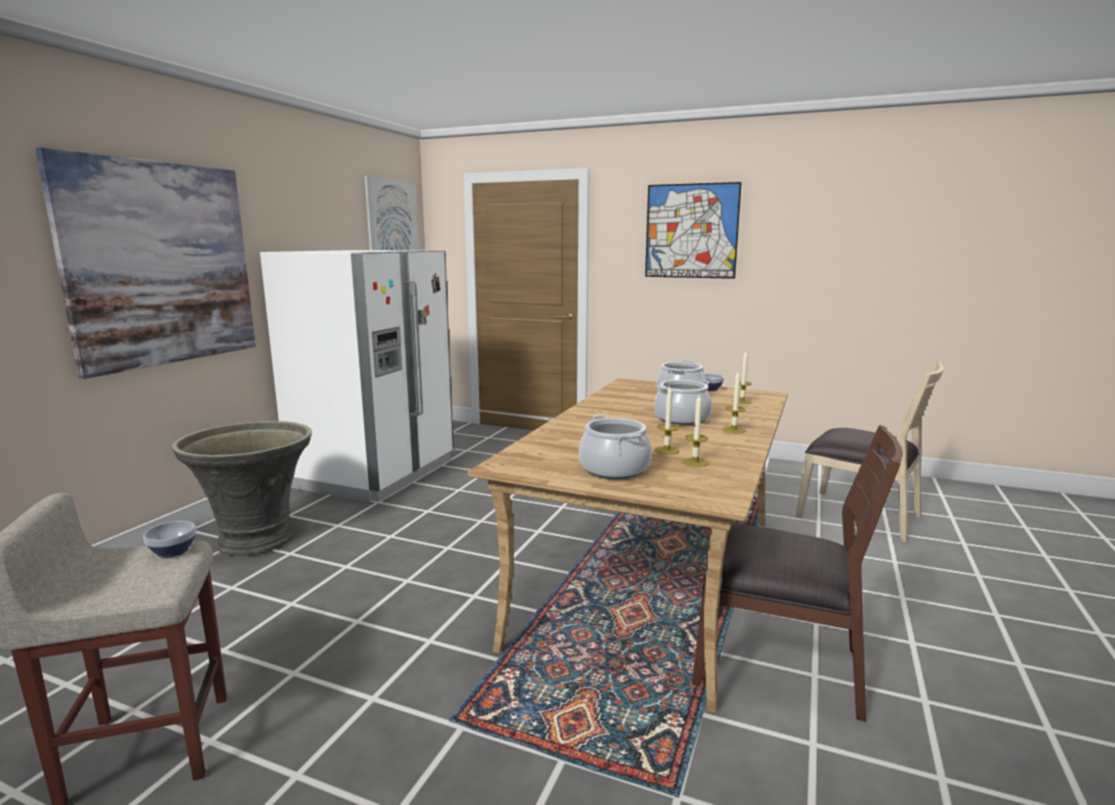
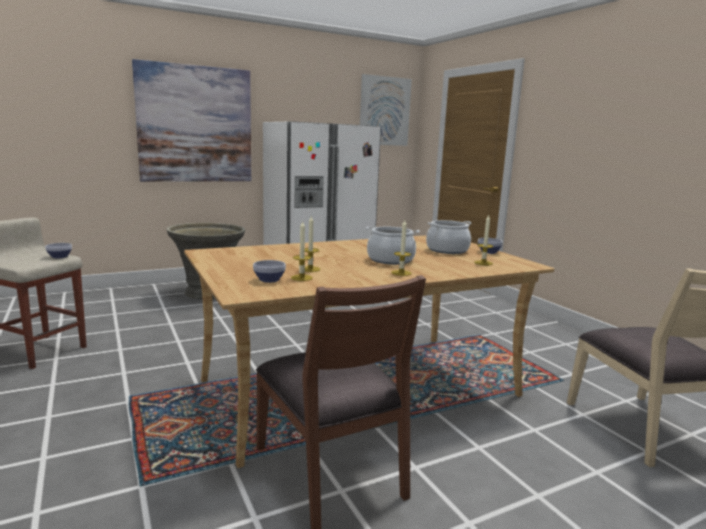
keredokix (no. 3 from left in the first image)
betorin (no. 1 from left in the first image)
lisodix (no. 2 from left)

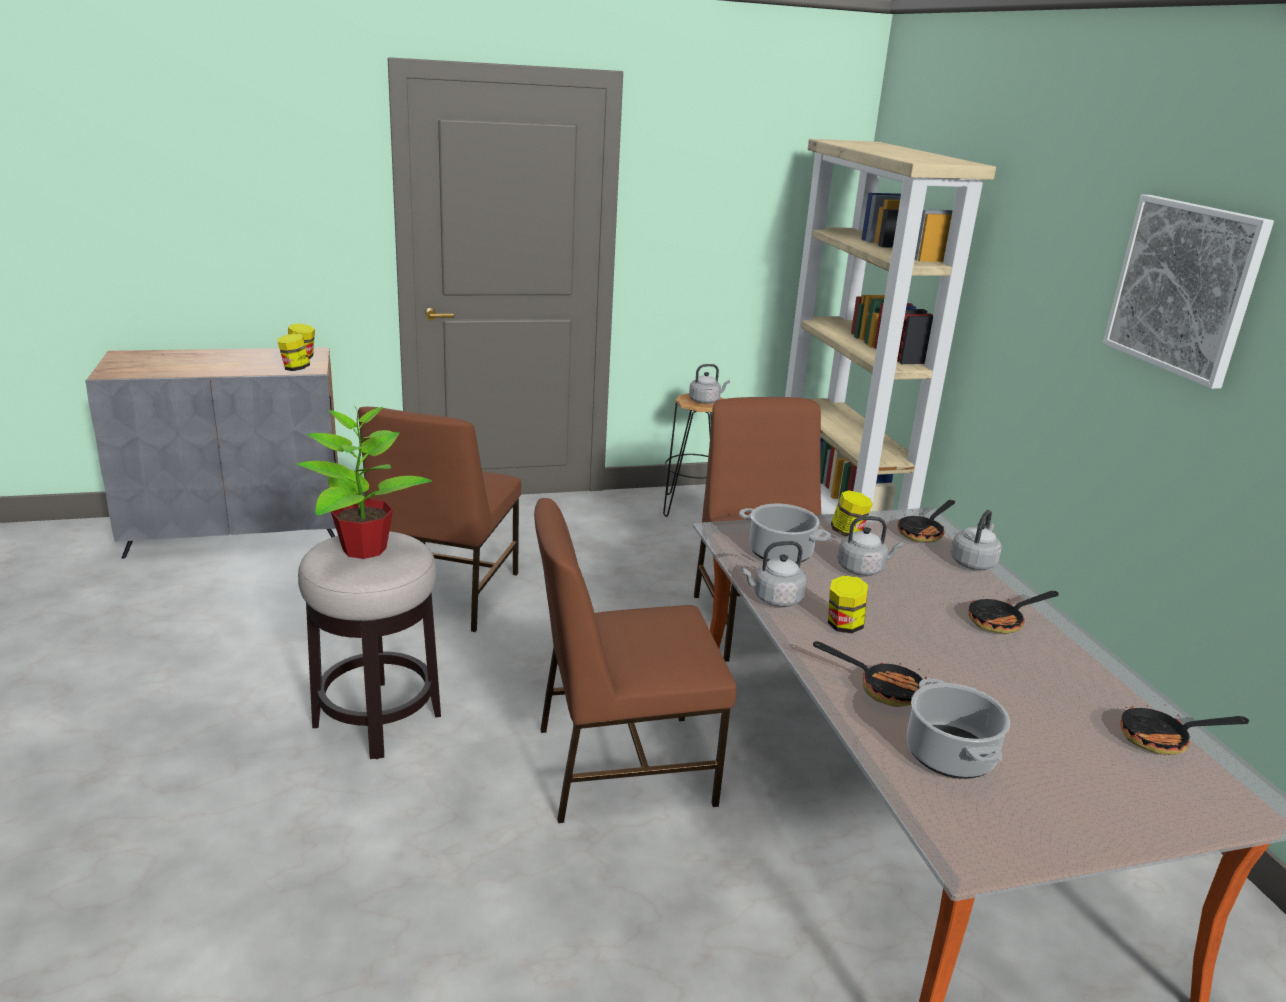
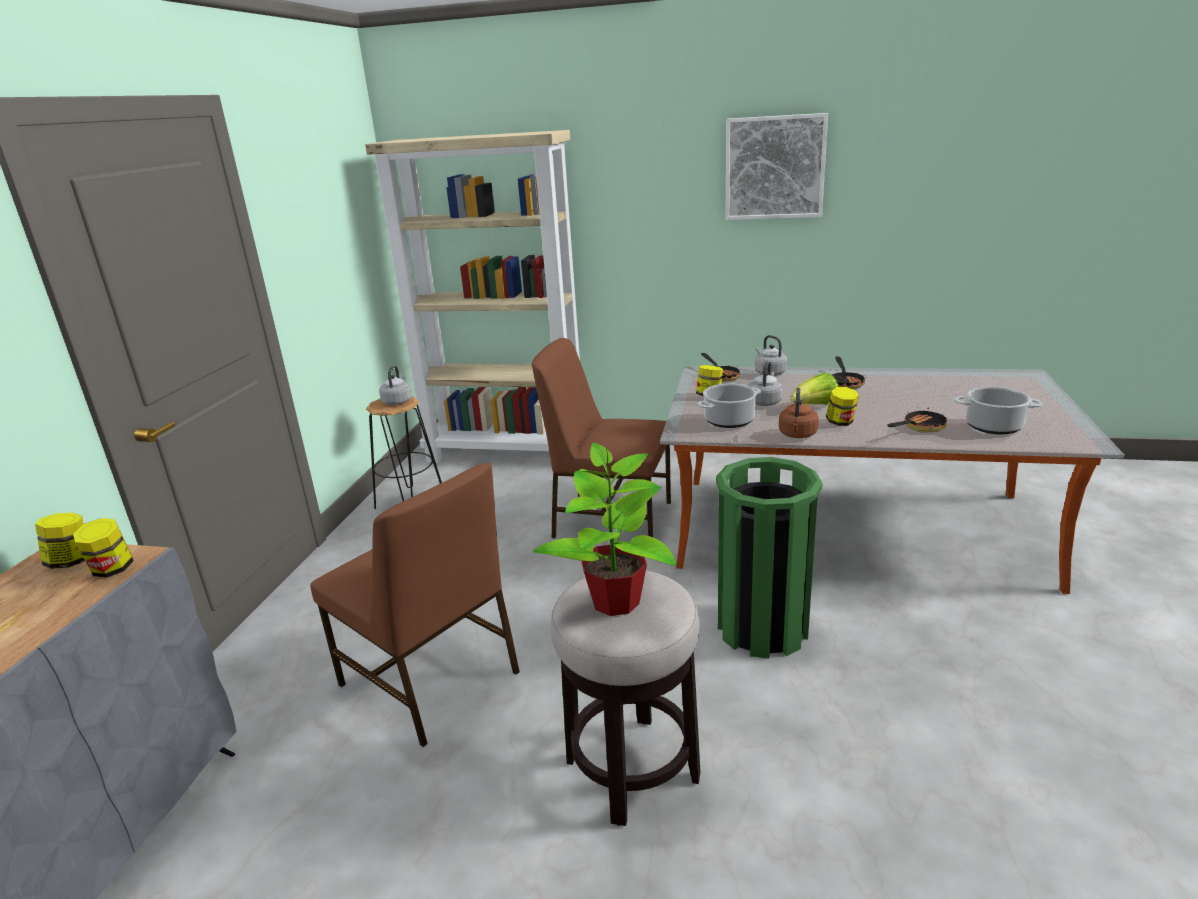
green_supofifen
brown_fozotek
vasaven (no. 4 from left in the first image)
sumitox

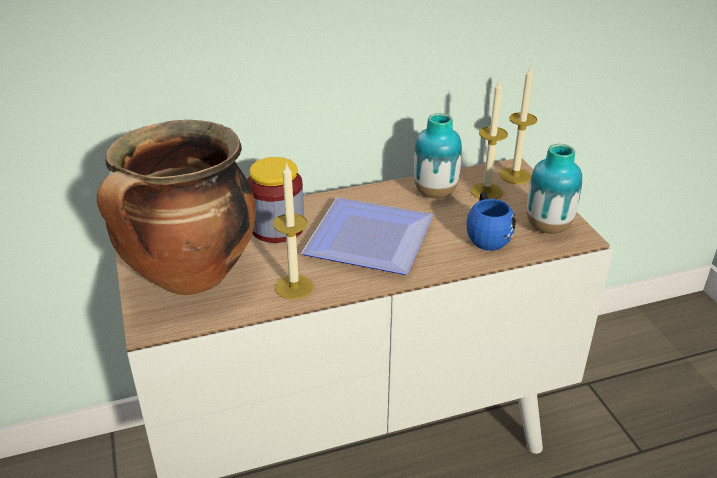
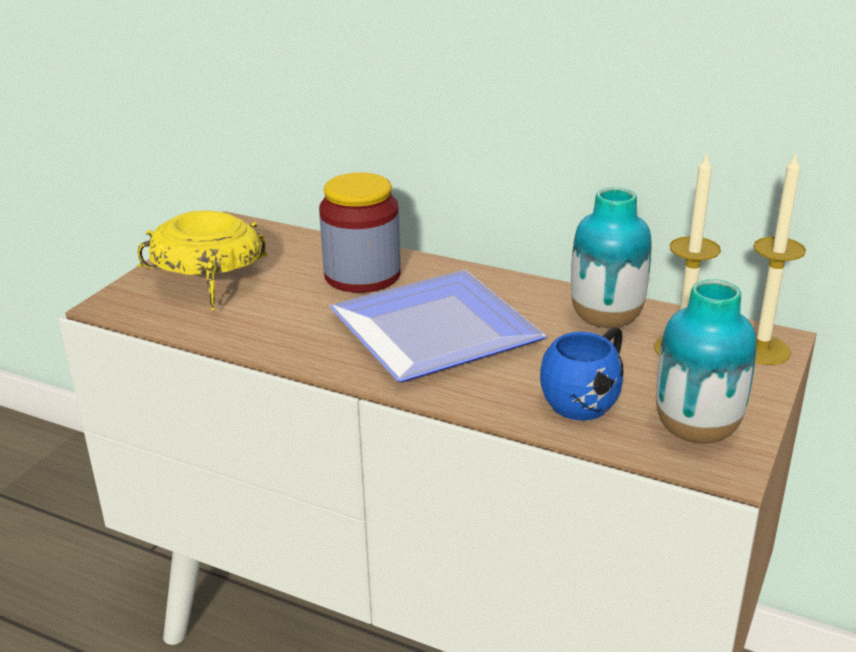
yellow_lisodix
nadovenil (no. 1 from left in the first image)

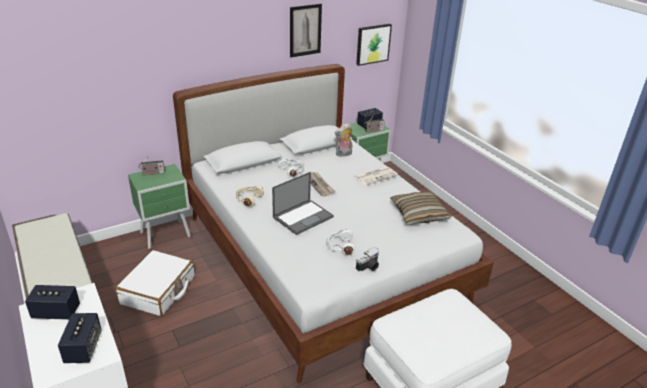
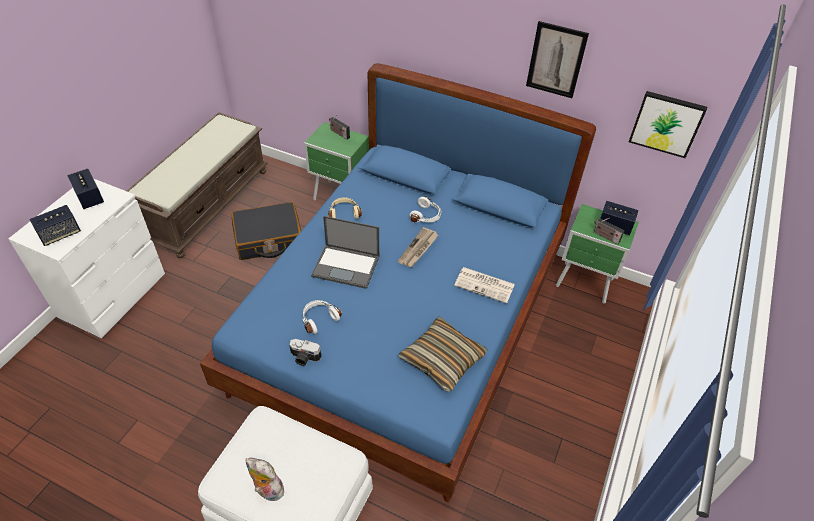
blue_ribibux
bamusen
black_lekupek

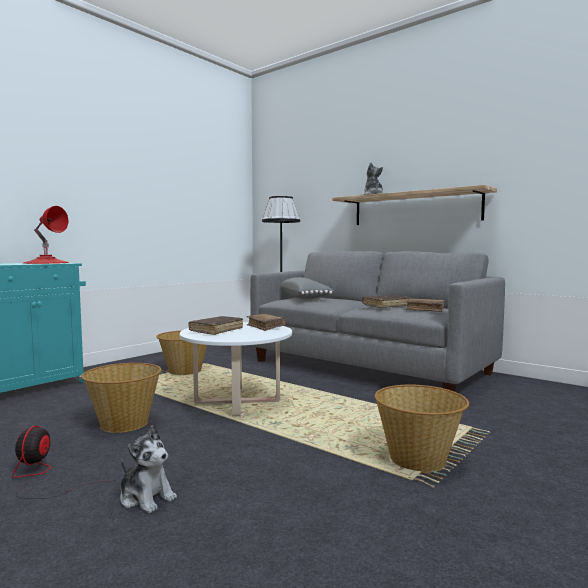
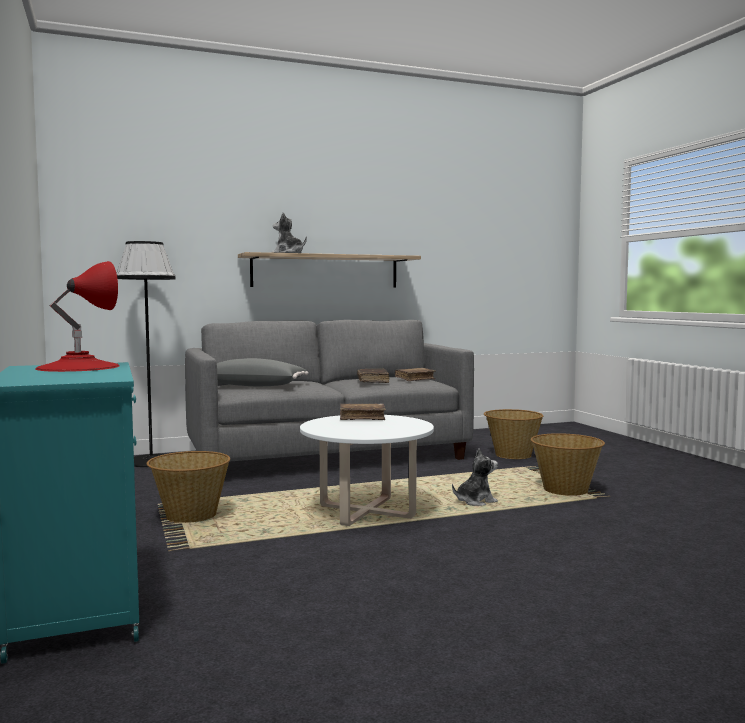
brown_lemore (no. 1 from left in the first image)
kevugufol (no. 2 from left)
bamusen (no. 2 from left)
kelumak

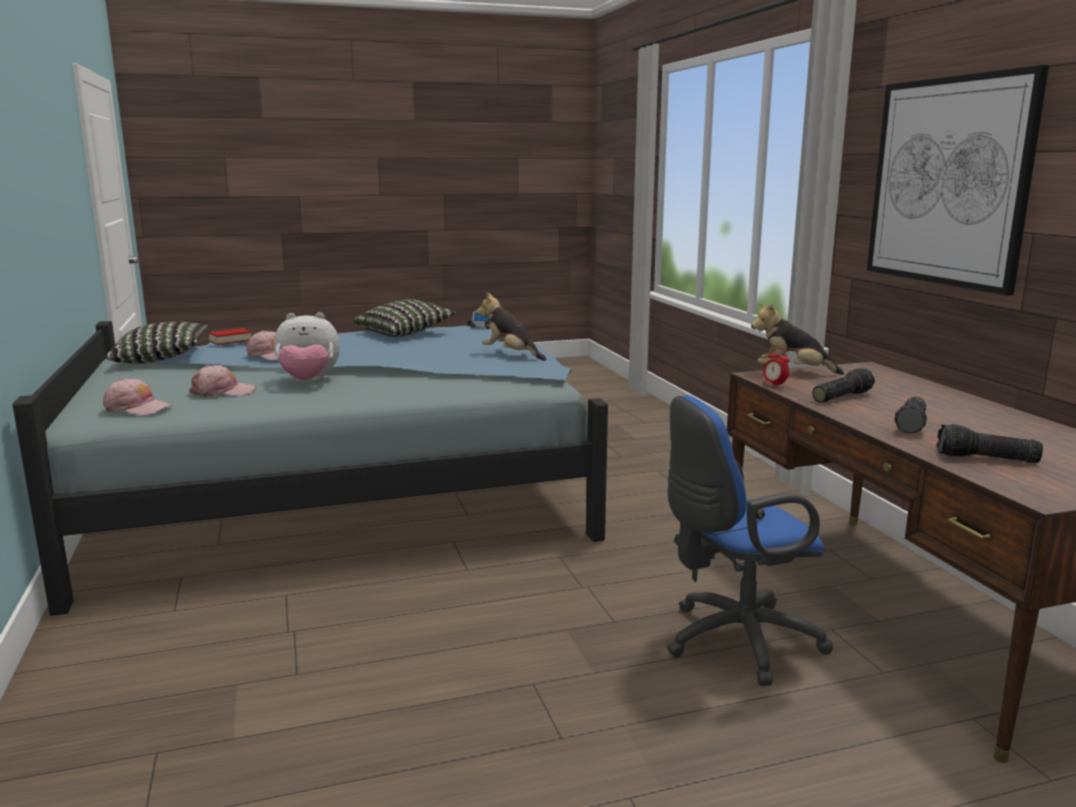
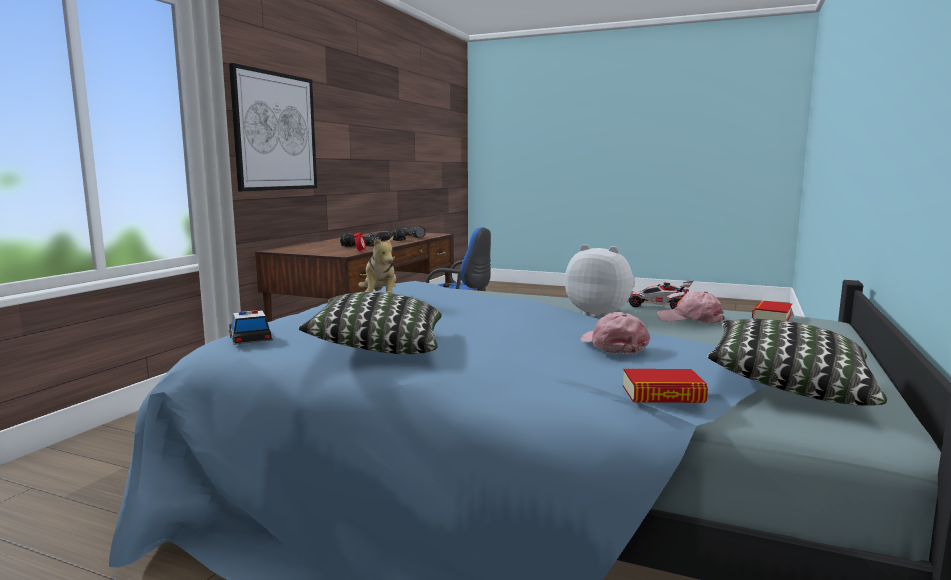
bamusen (no. 3 from left in the first image)
lemore (no. 2 from left)
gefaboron (no. 2 from left)

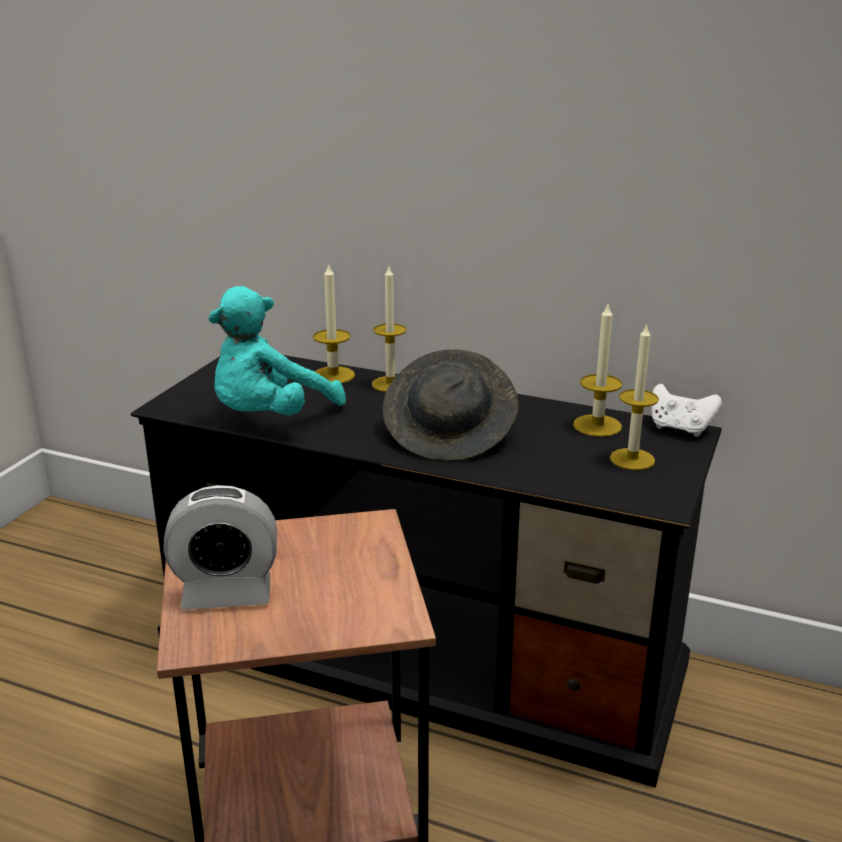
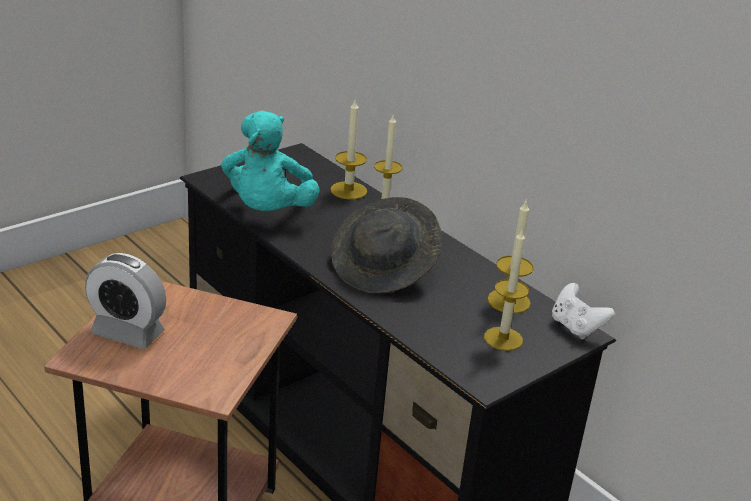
turquoise_bamusen

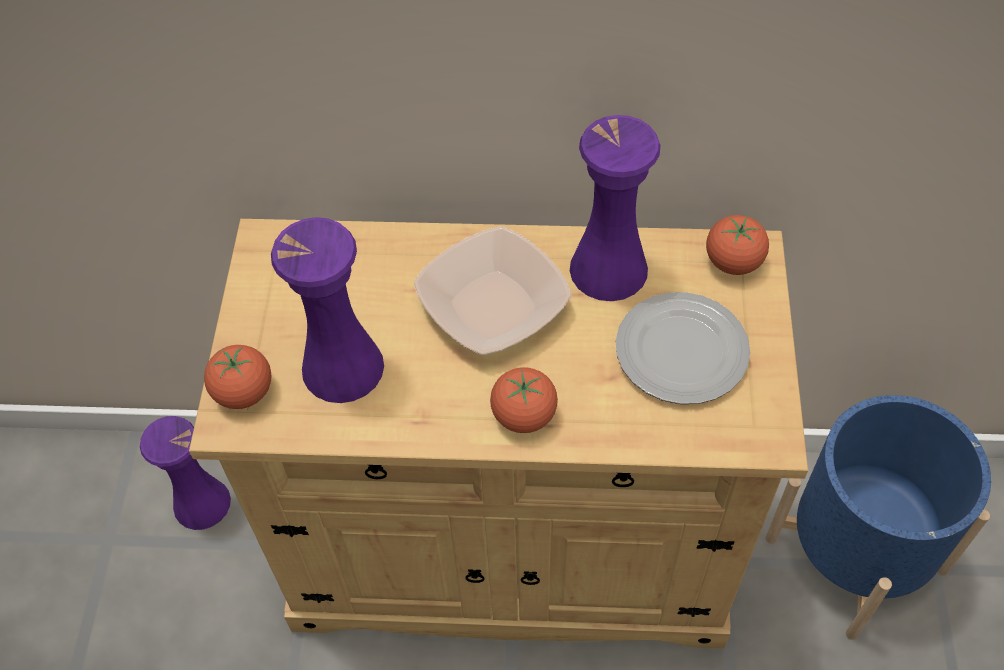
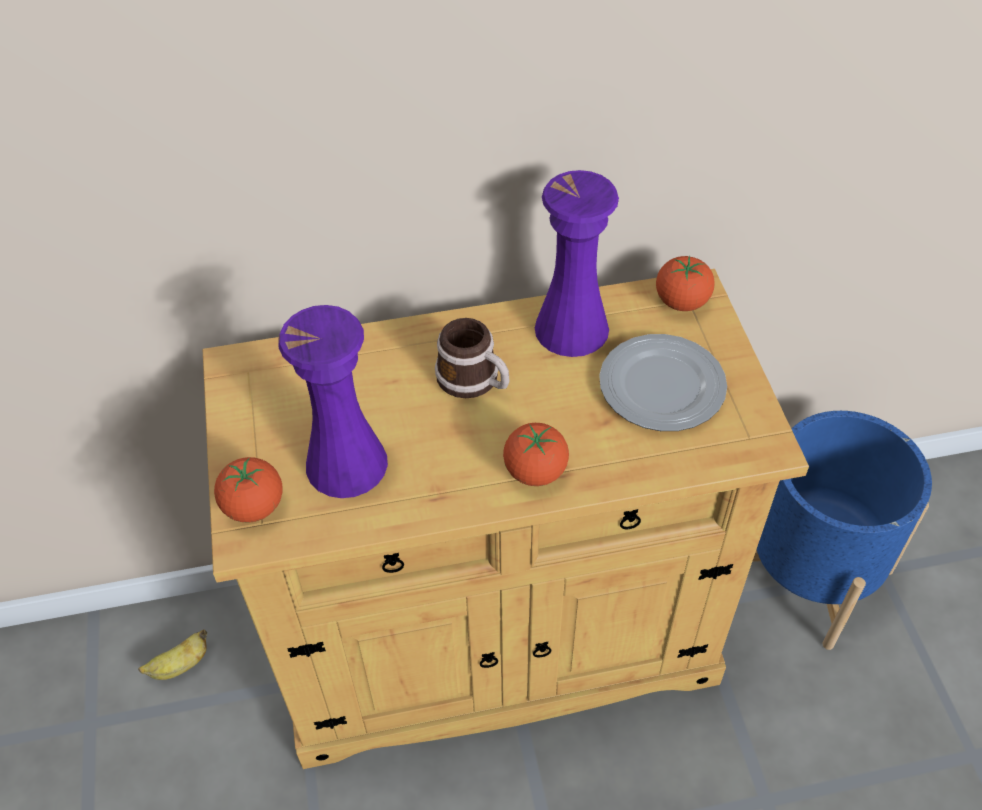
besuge
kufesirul

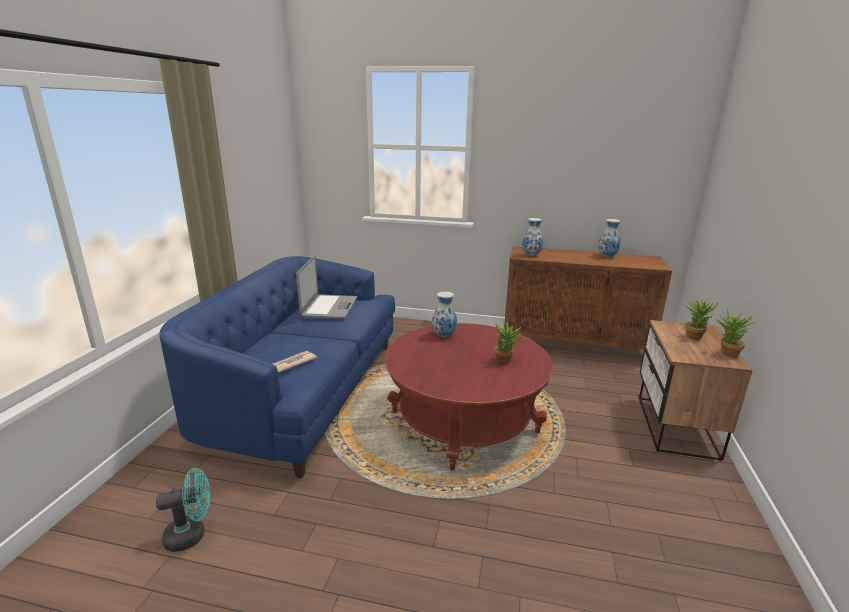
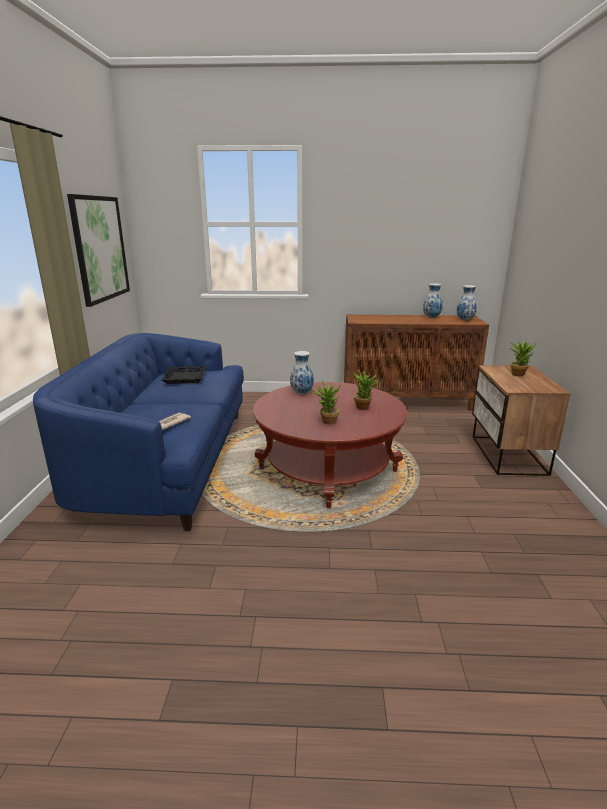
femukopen (no. 3 from left)
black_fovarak
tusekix (no. 1 from left)
turquoise_kelumak
keredokix

